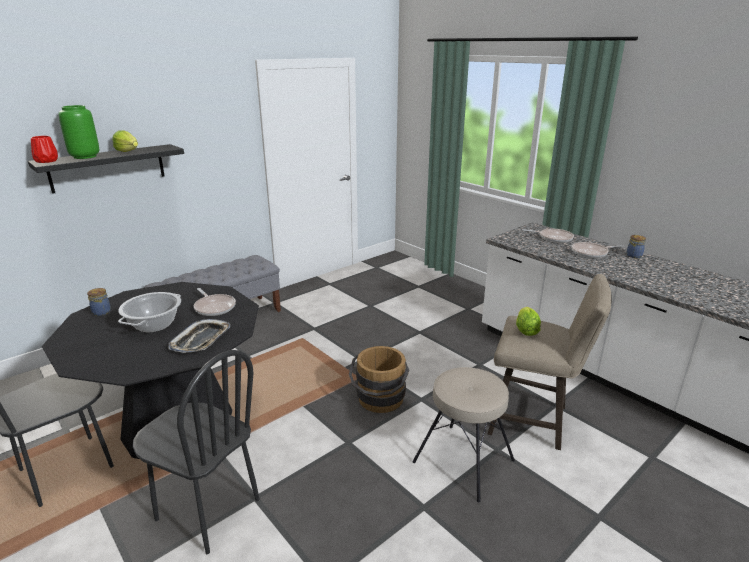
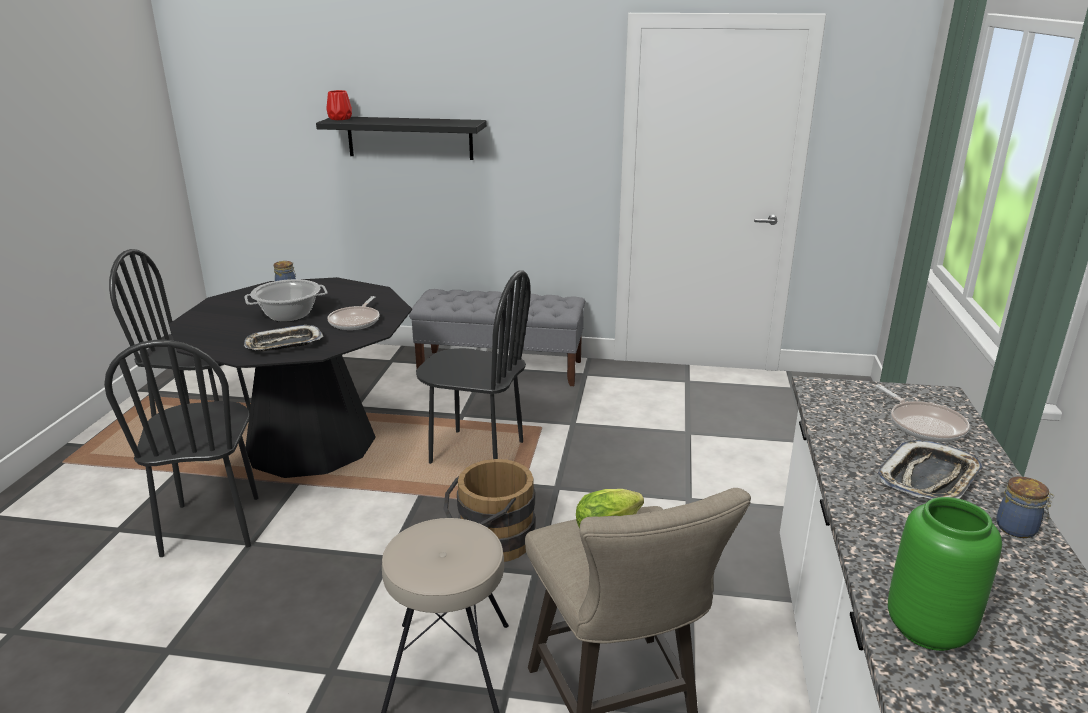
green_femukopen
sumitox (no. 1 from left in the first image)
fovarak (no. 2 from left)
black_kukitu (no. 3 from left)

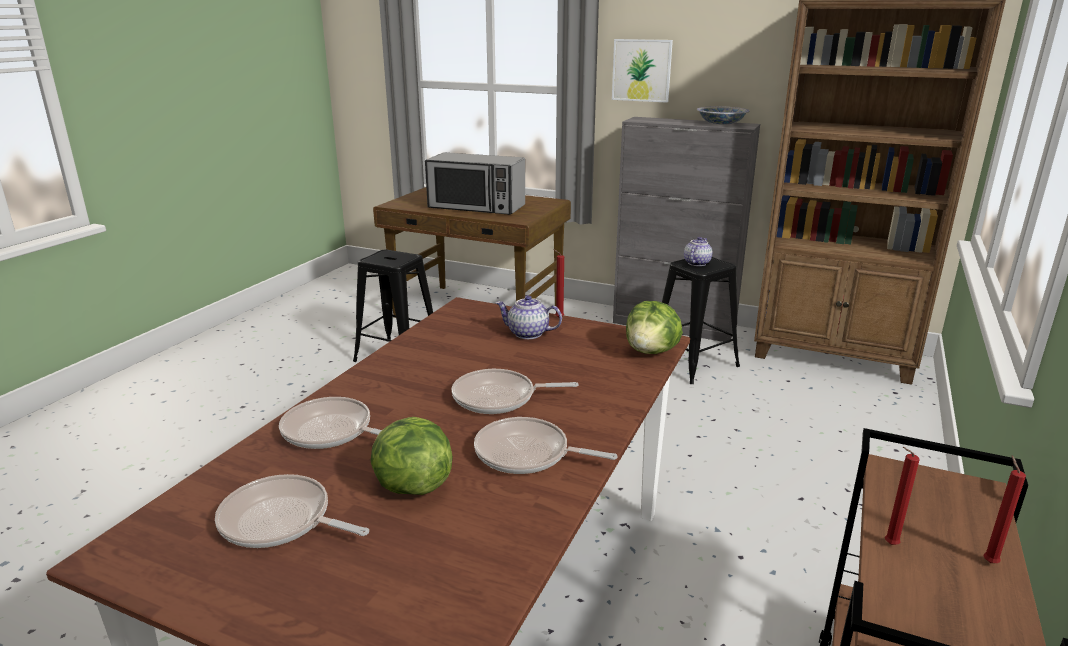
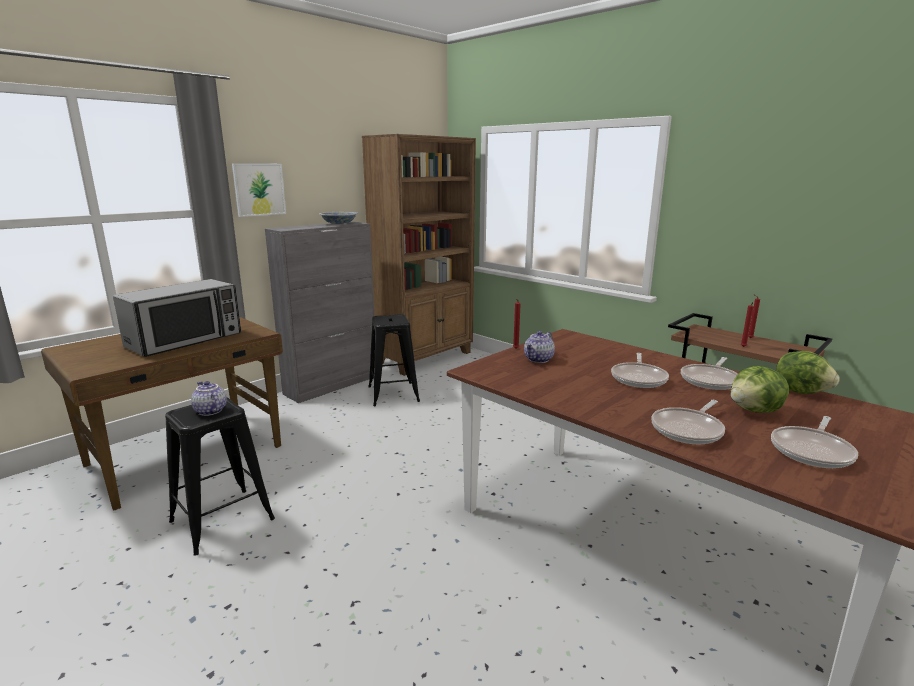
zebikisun (no. 1 from left)
sumitox (no. 2 from left)

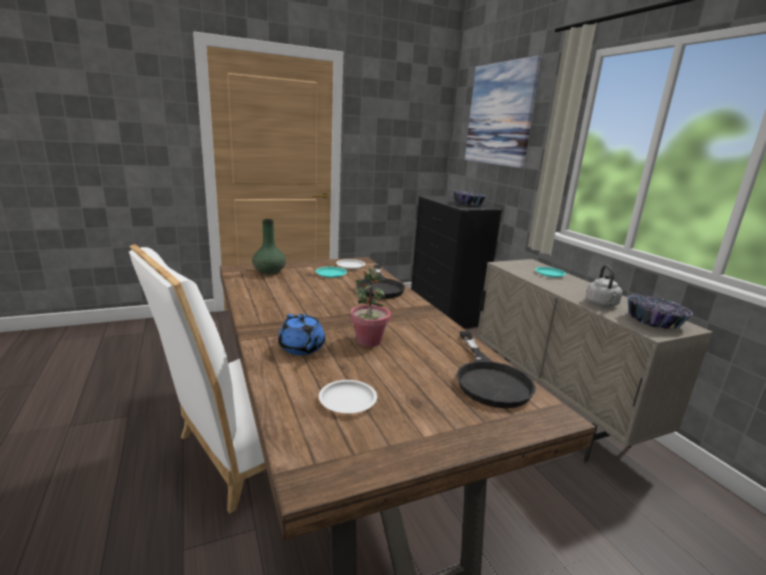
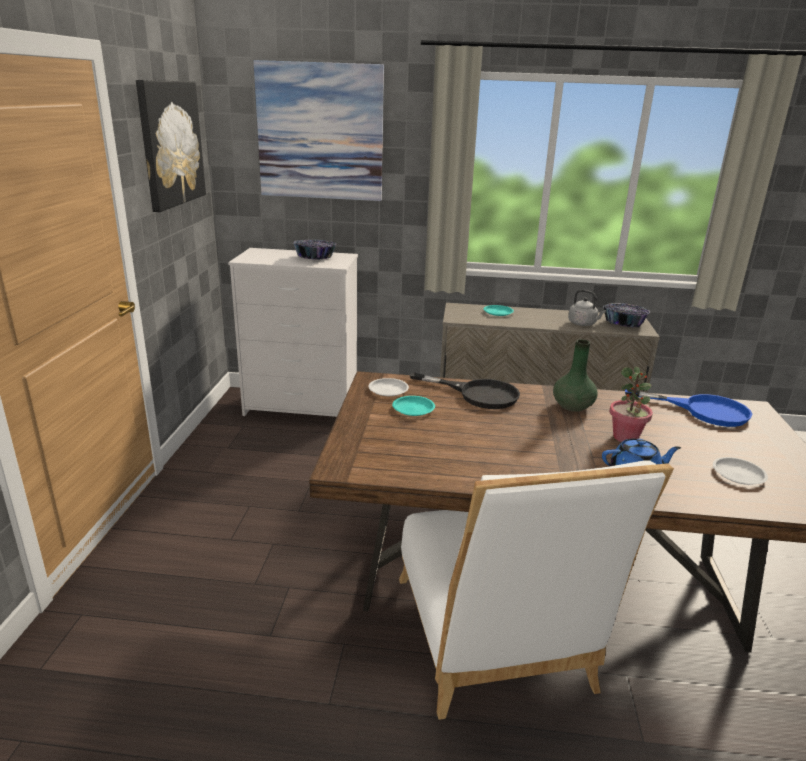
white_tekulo
green_femukopen
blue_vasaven
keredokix (no. 1 from left)

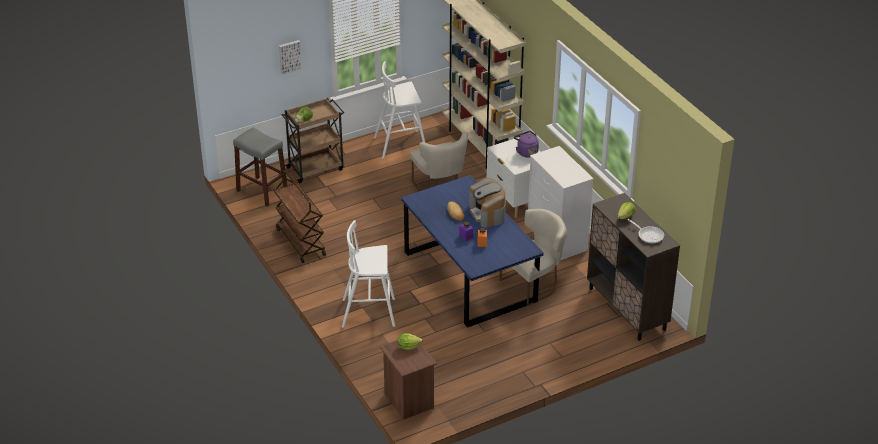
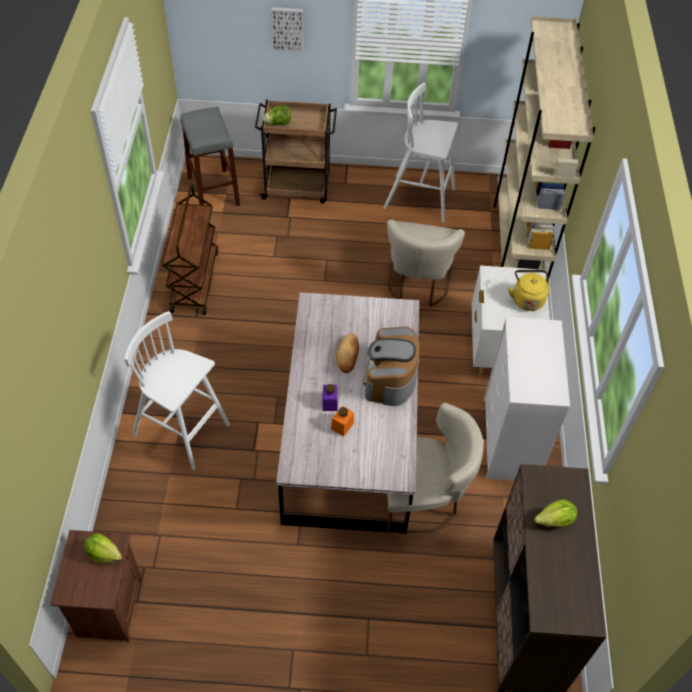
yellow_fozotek
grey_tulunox
vasaven

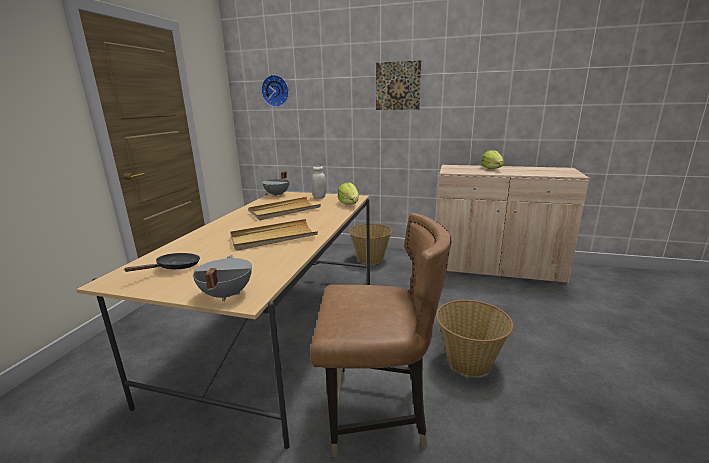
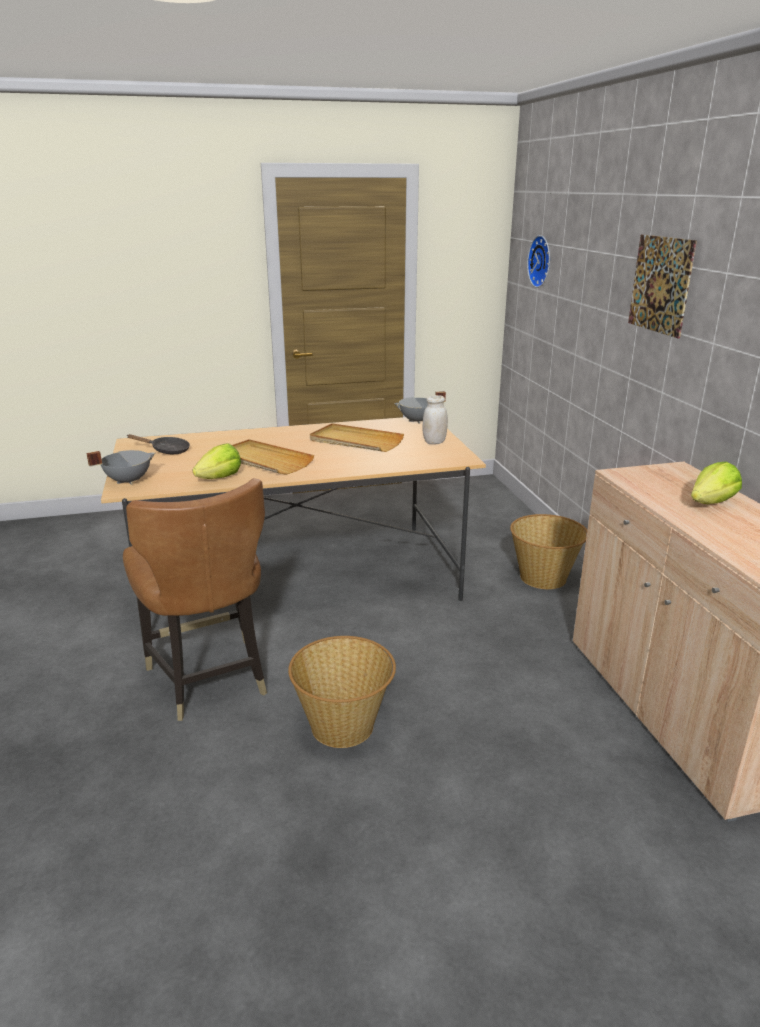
sumitox (no. 1 from left)

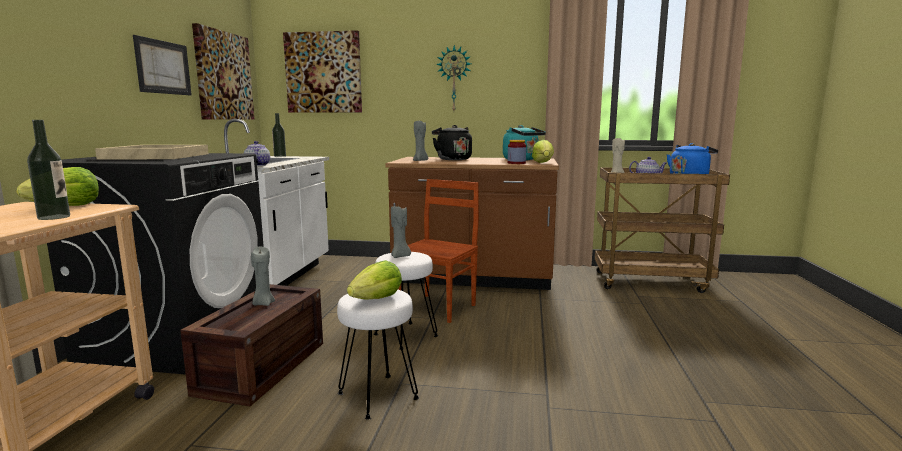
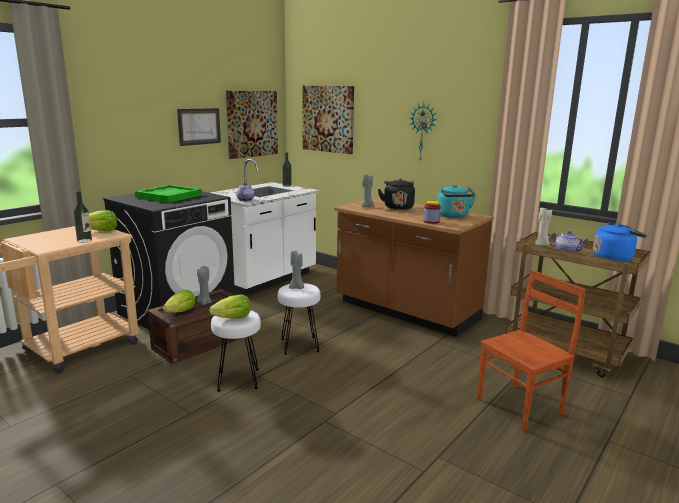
sumitox (no. 2 from left)
green_fovarak
brown_kukitu

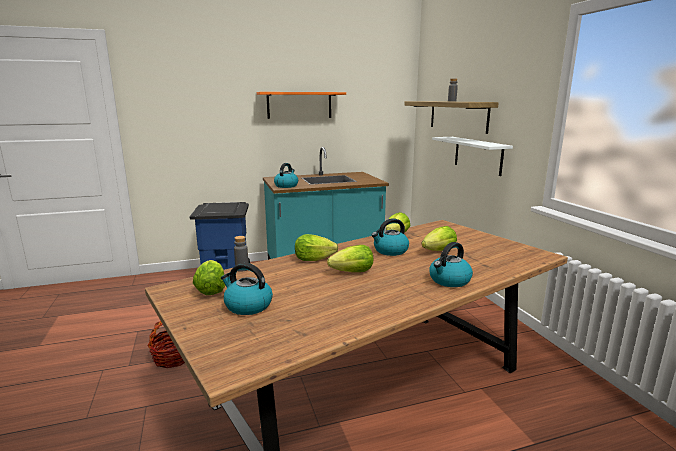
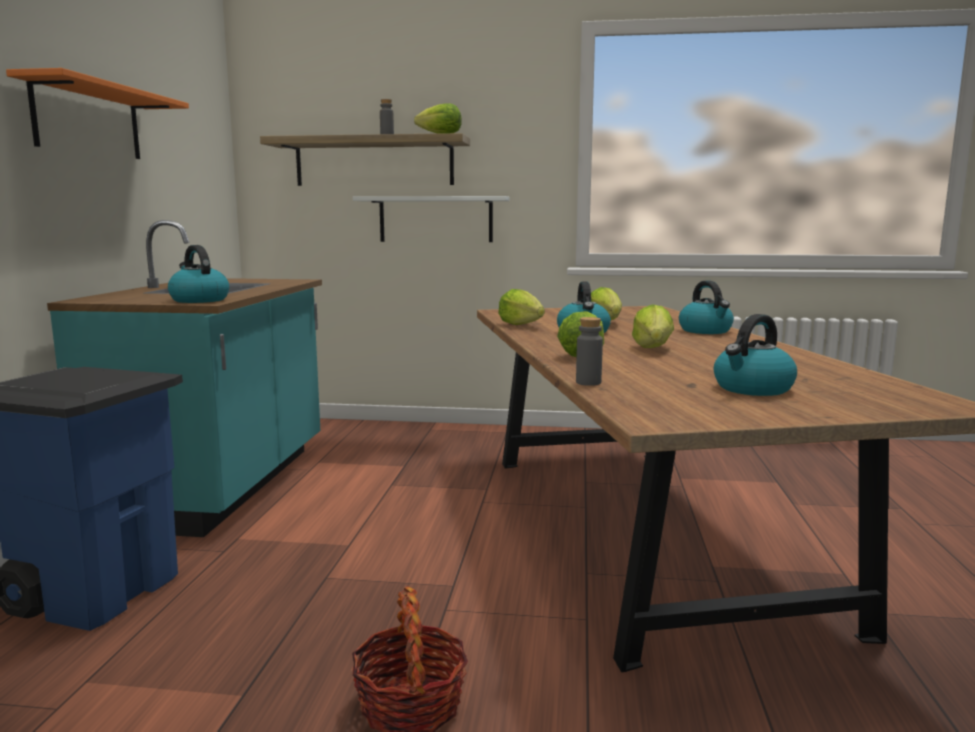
sumitox (no. 1 from left)

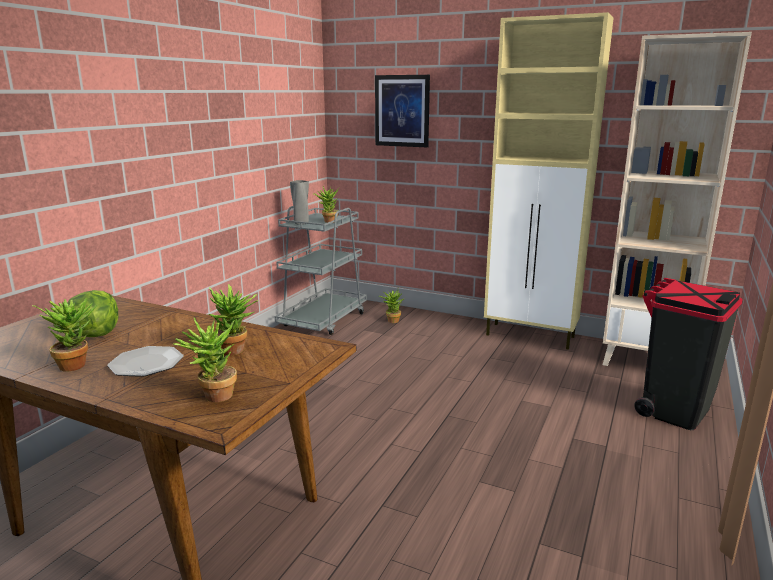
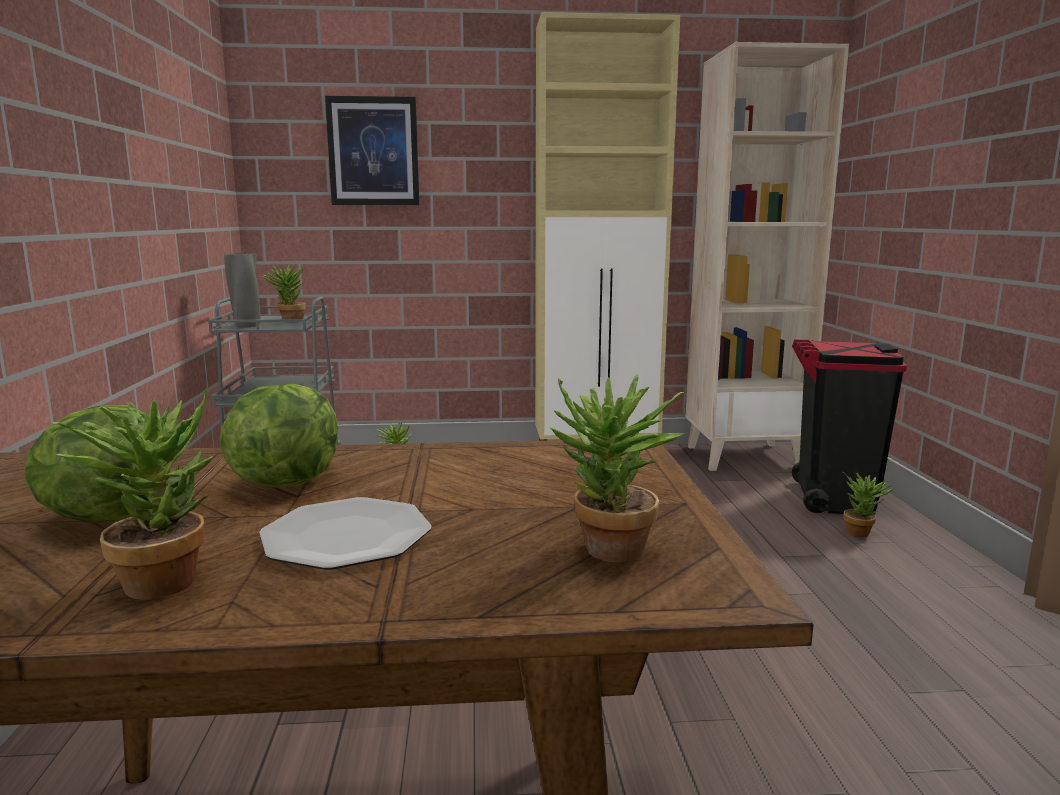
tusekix (no. 5 from left)
sumitox (no. 2 from left)

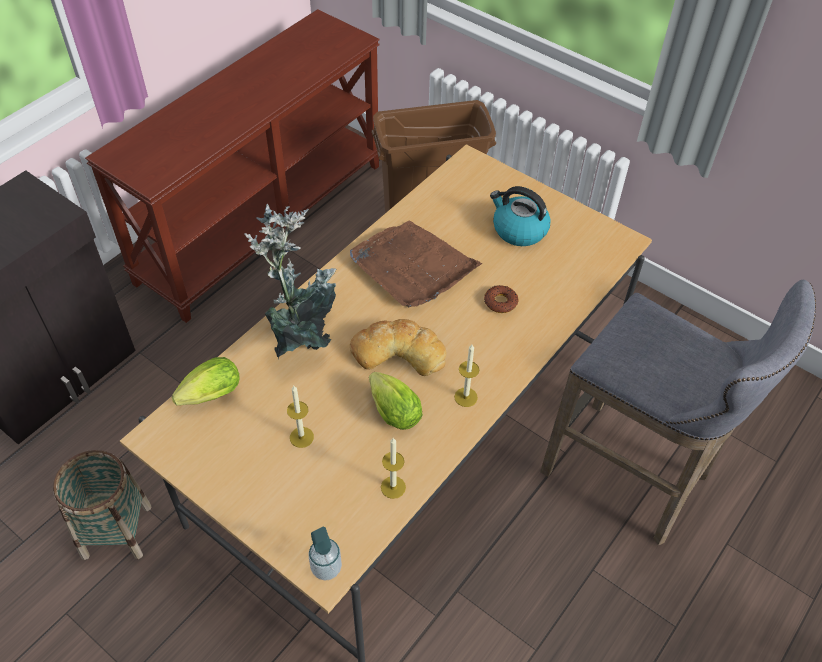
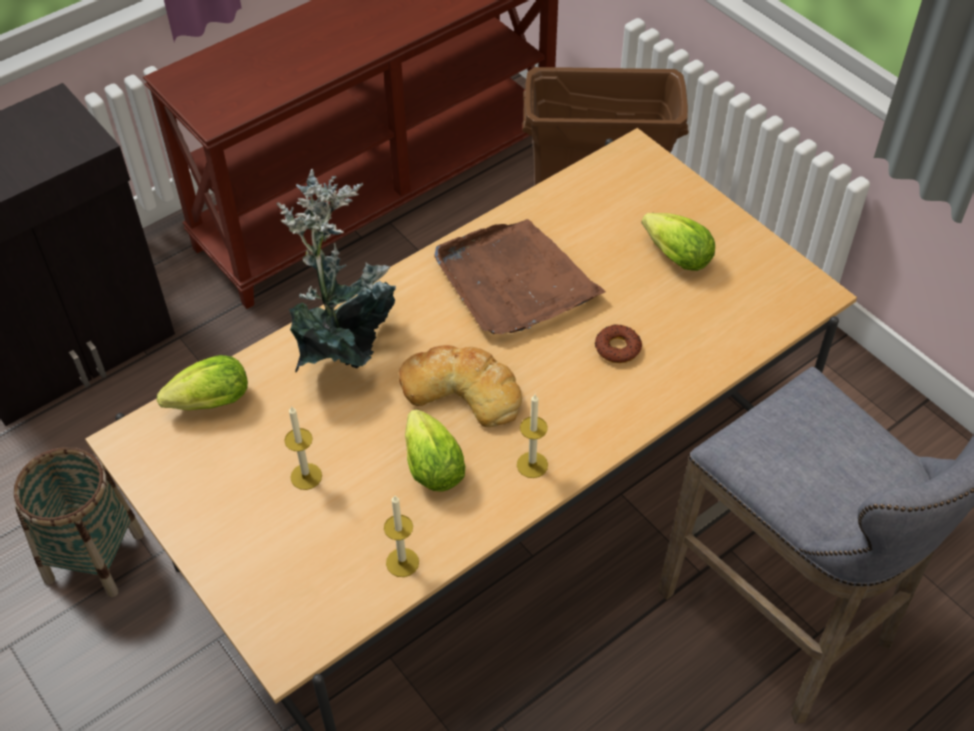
sumitox (no. 3 from left)
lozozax

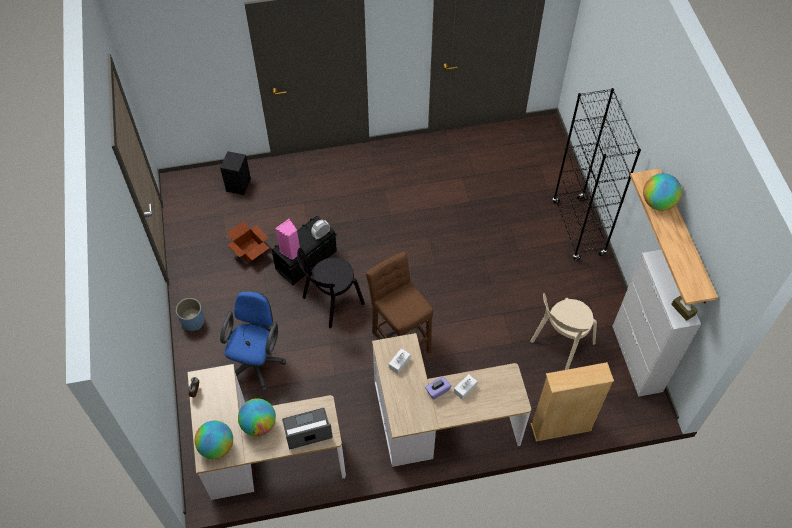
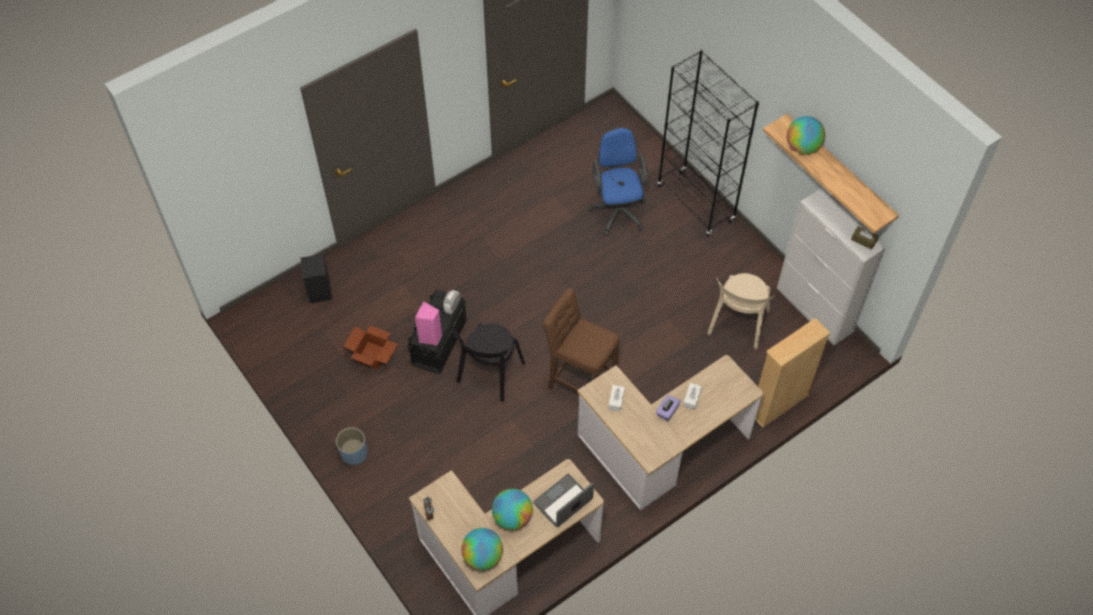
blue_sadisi

